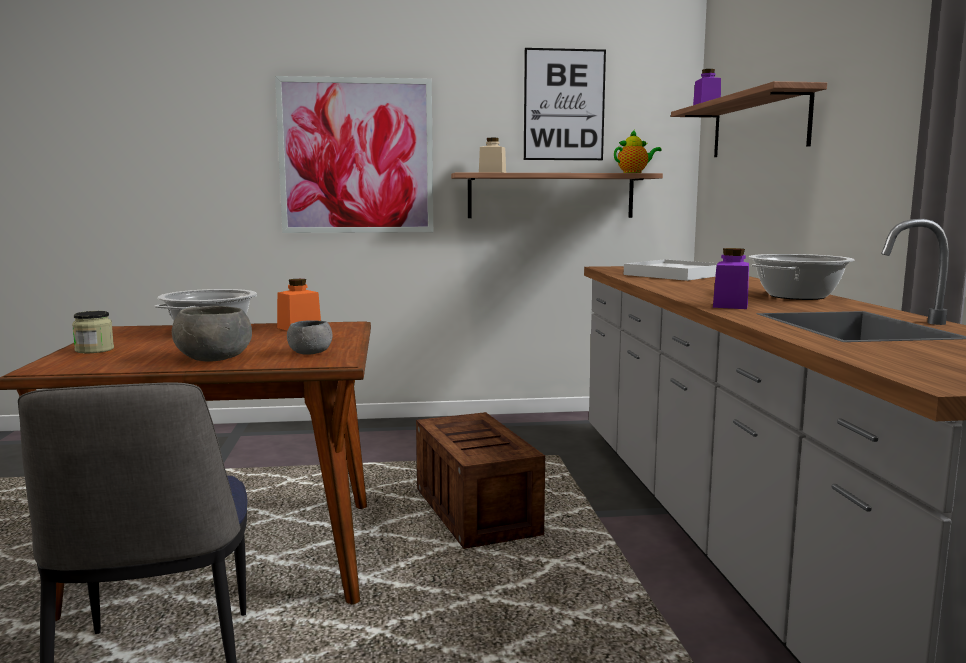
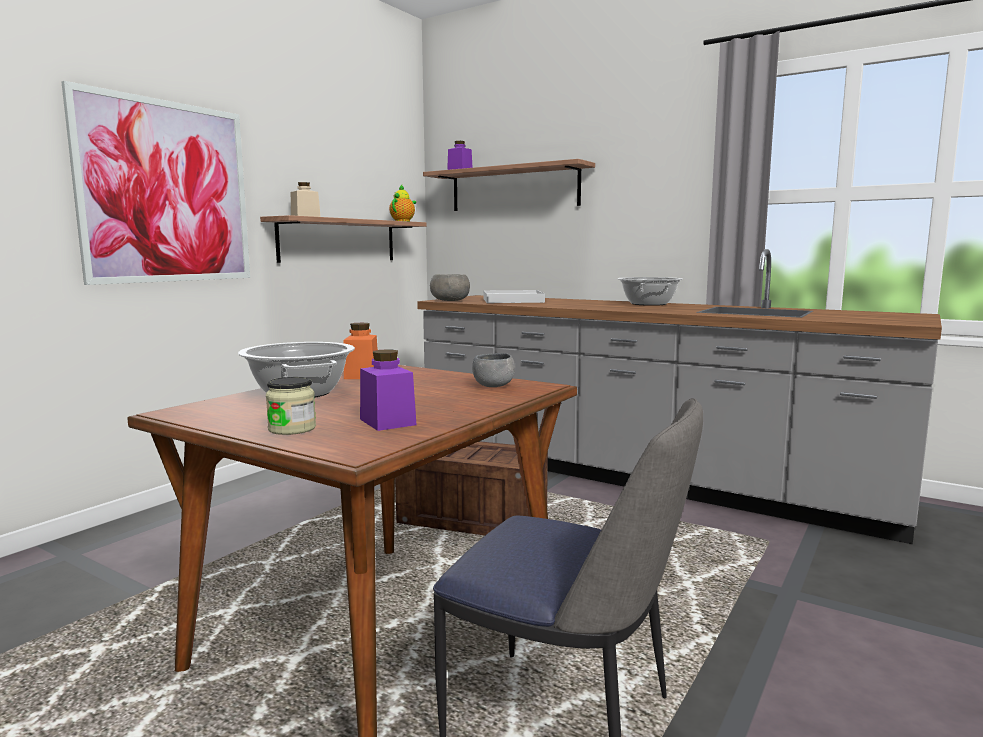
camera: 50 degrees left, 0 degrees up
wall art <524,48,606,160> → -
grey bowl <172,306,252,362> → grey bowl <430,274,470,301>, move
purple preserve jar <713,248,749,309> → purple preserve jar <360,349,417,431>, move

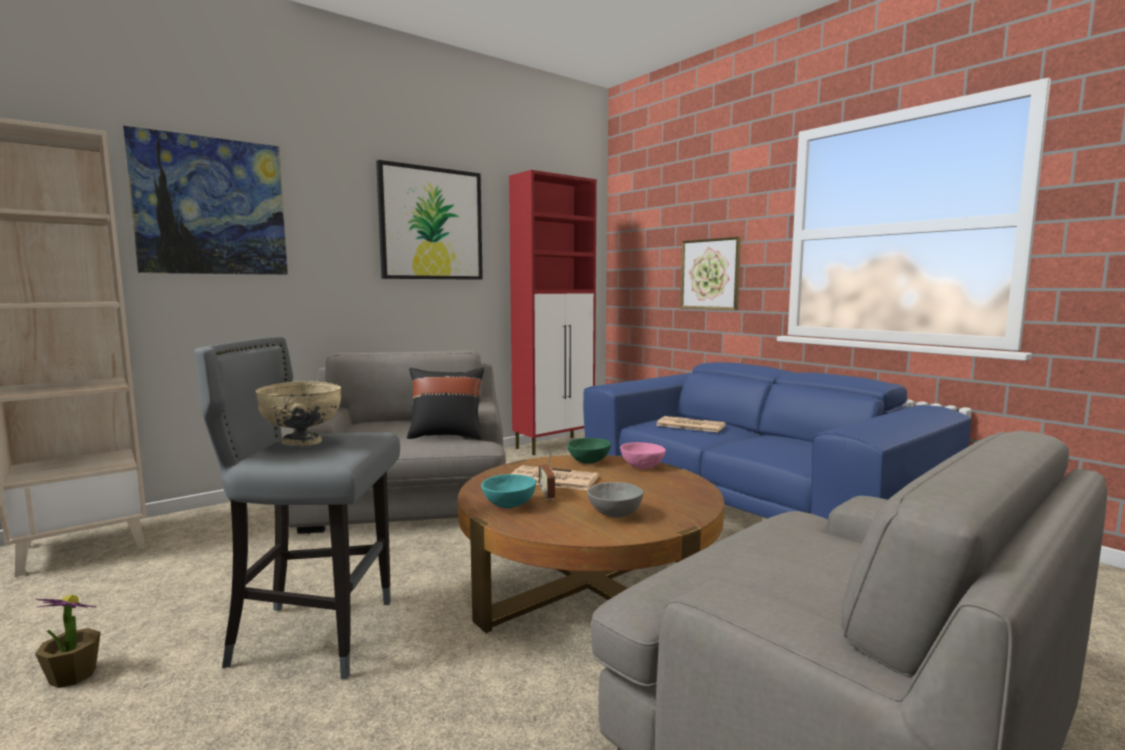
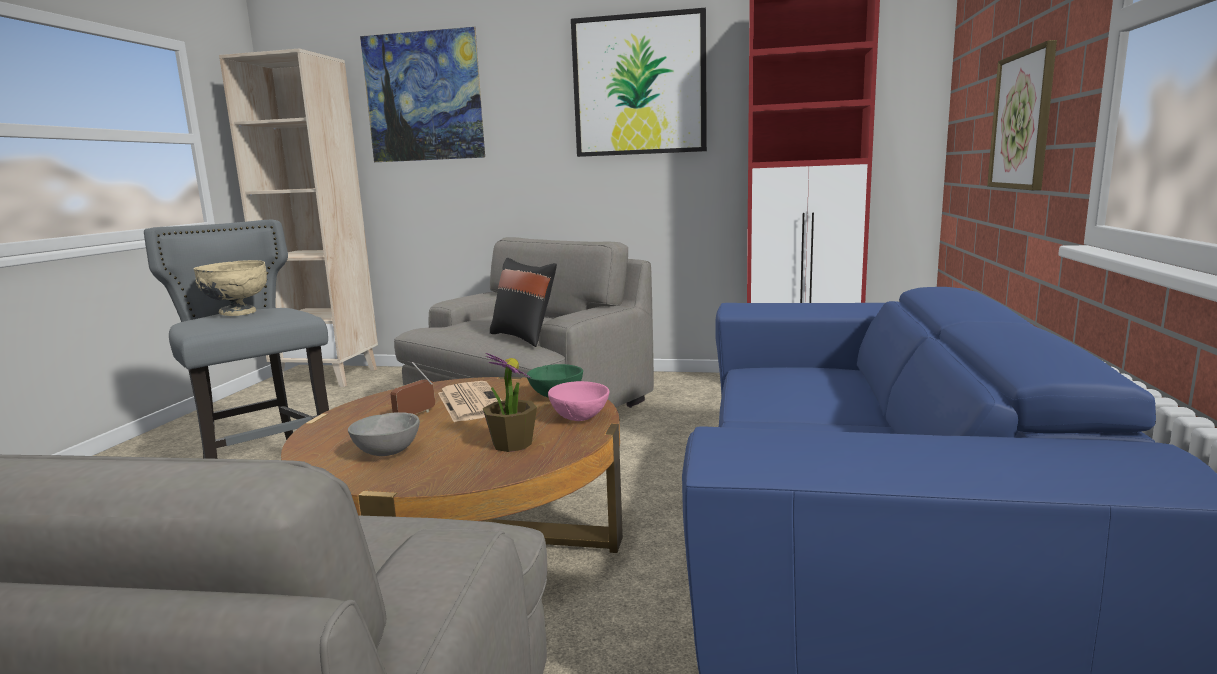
camera: 50 degrees right, 5 degrees up
turquoise bowl <481,474,536,508> → -
newspaper <656,416,726,432> → -
potted plant <35,595,101,688> → potted plant <483,353,537,452>, move

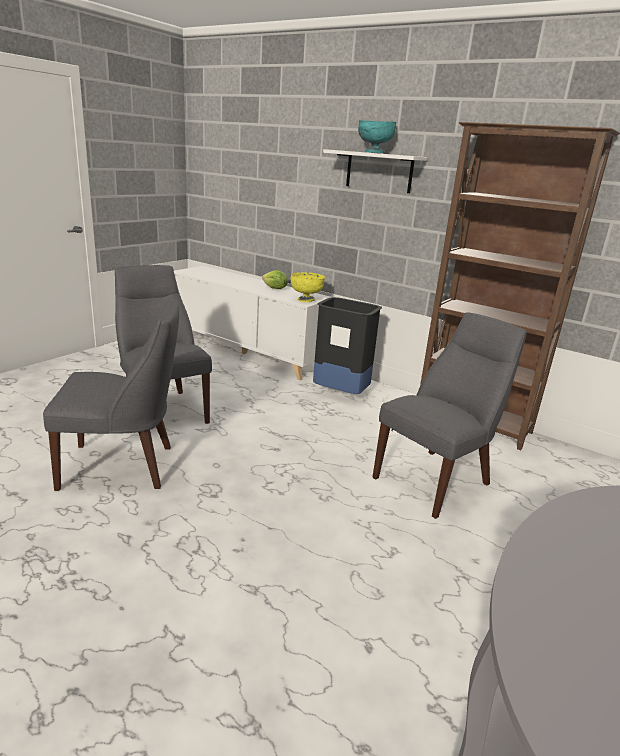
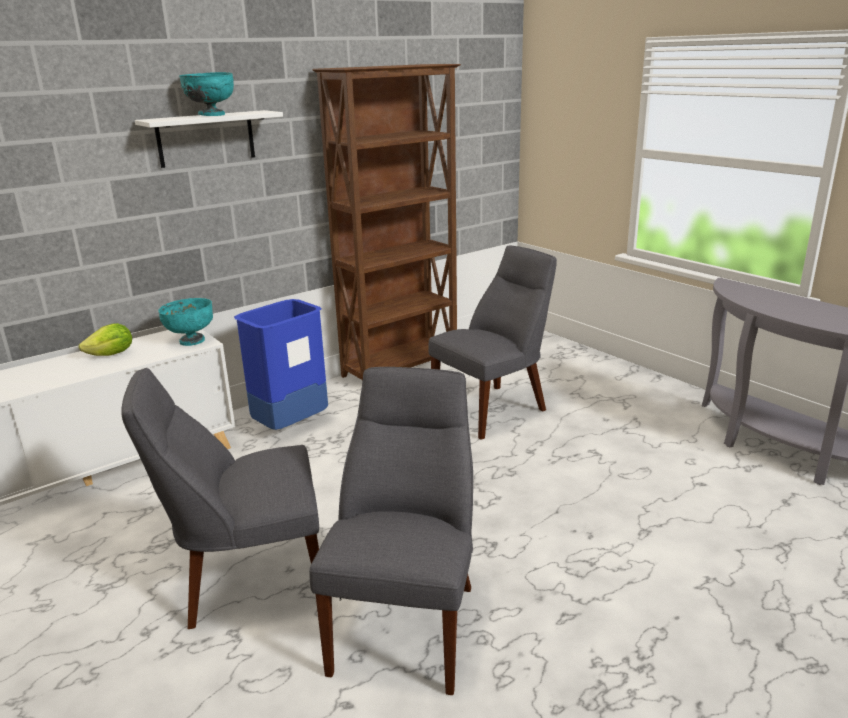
camera: 70 degrees left, 0 degrees up
yellow bowl <291,272,325,302> → turquoise bowl <158,298,213,346>
blackish trash can <313,297,382,394> → bluish trash can <234,299,328,430>
grey plain chair <373,312,527,519> → grey plain chair <428,246,557,440>, 75 degrees clockwise

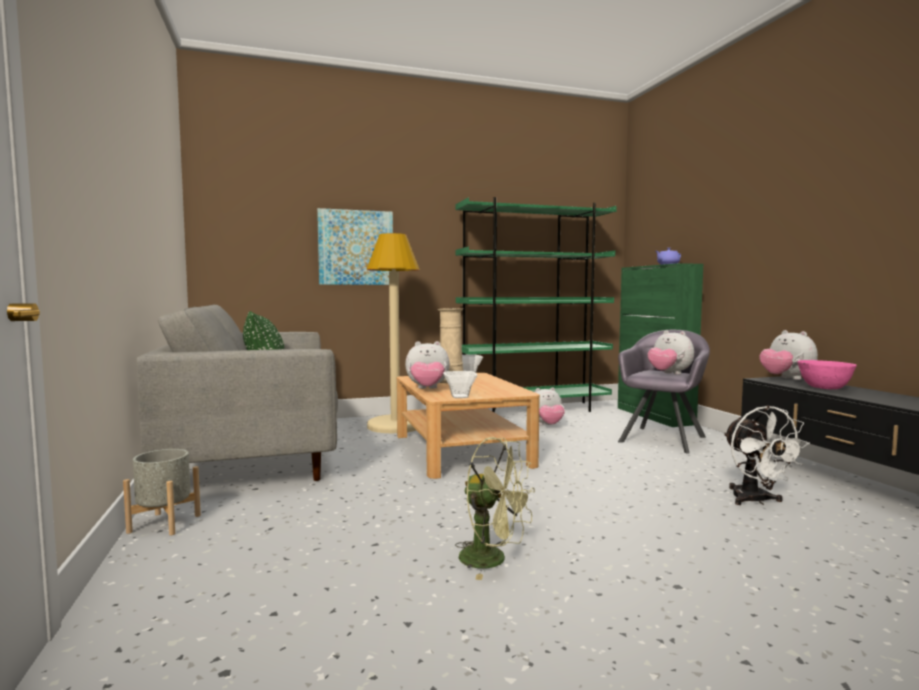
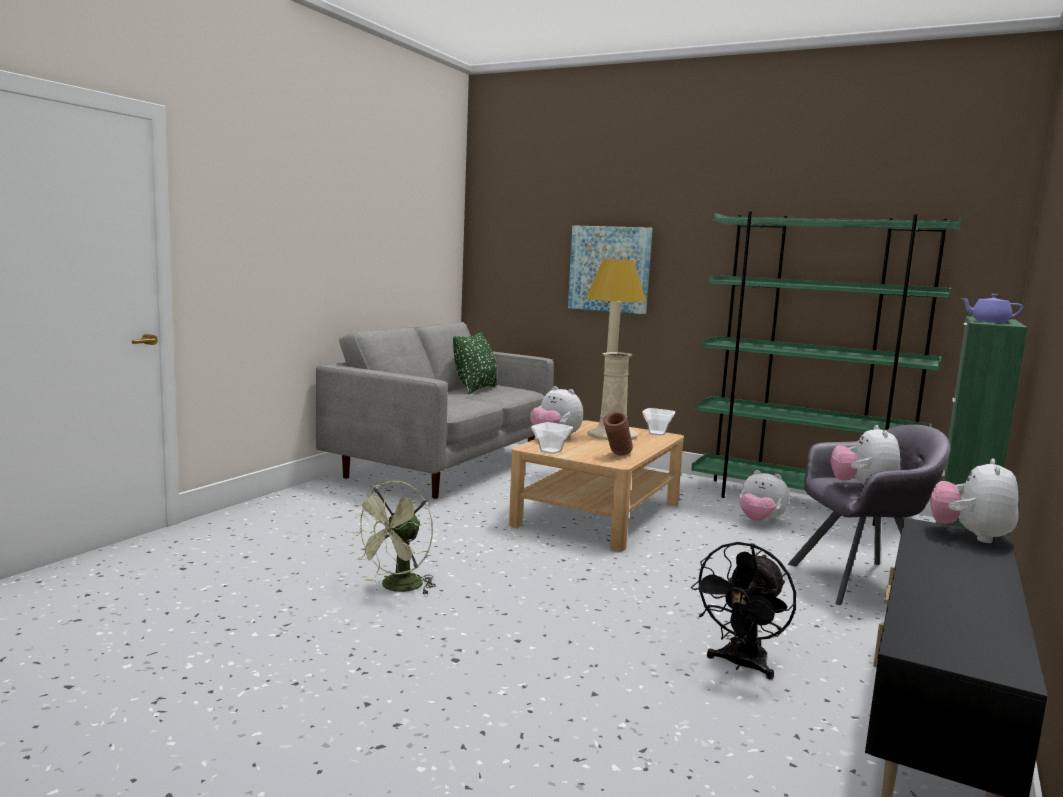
camera: 45 degrees right, 5 degrees up
grey plant pot <123,449,201,535> → -
pink bowl <797,360,857,389> → -
- → brown vase <603,411,633,455>
white fan <724,405,810,505> → blackish fan <691,542,796,679>
green fan <455,437,535,580> → green fan <350,481,436,595>, 45 degrees clockwise

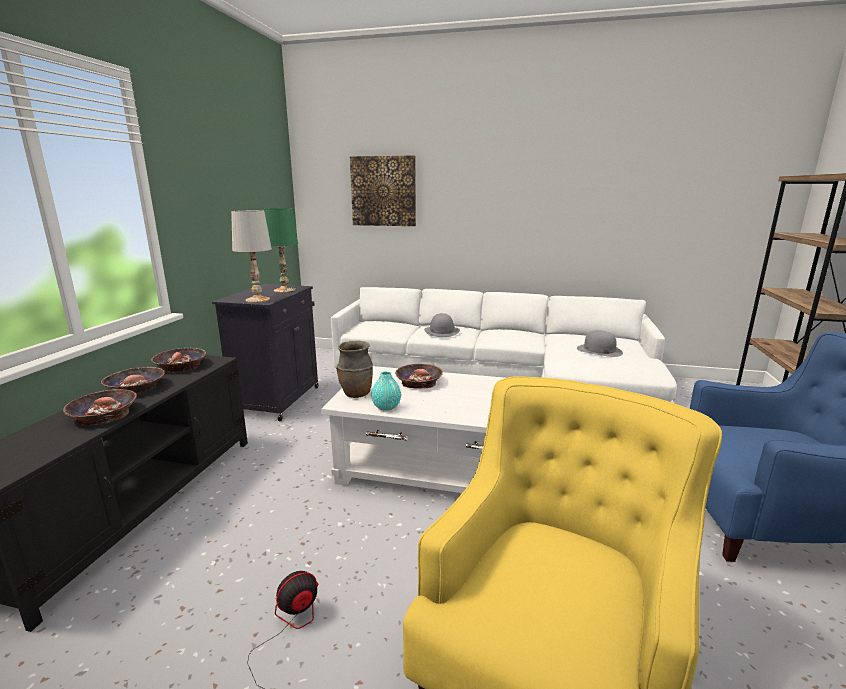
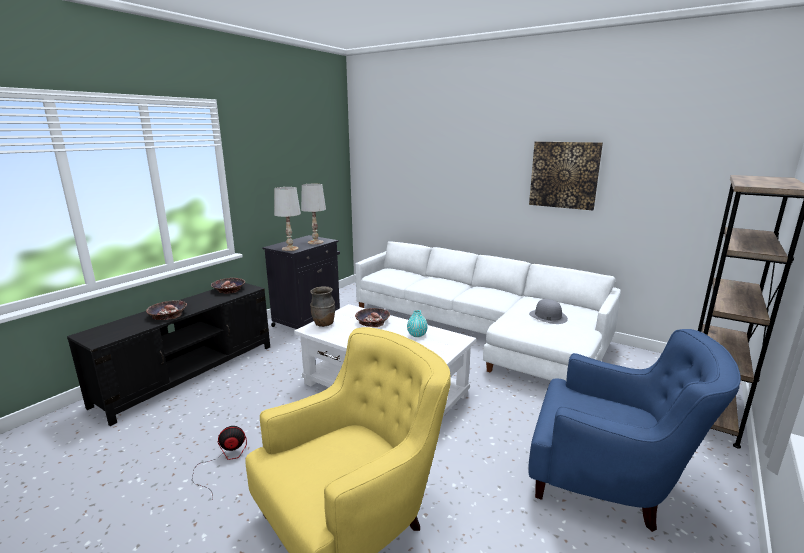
camera: 20 degrees right, 0 degrees up
bowl <101,367,165,393> → -
grey hat <424,313,460,337> → -
wall art <350,156,416,226> → wall art <529,142,603,210>, move
turquoise vase <371,371,401,411> → turquoise vase <407,310,428,337>, move
green tabletop lamp <263,208,298,293> → white tabletop lamp <301,184,326,244>

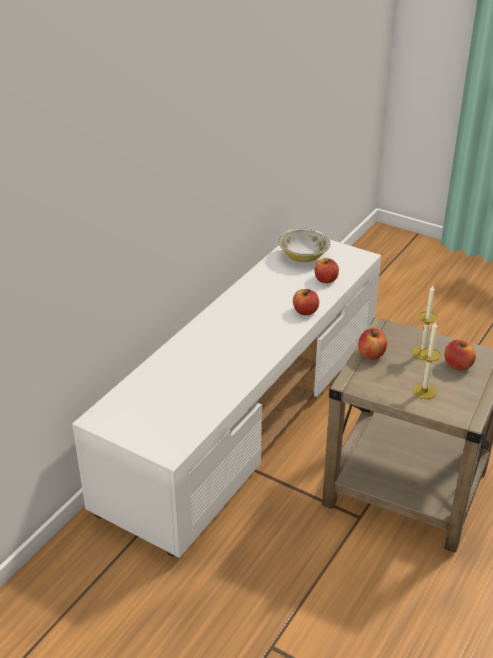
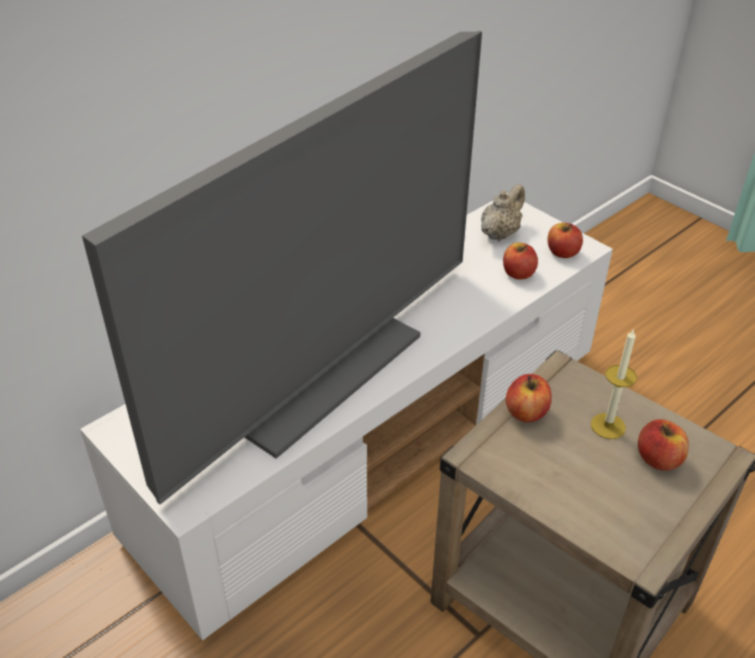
camera: 15 degrees right, 5 degrees up
wax light <413,321,441,399> → -
- → TV <82,31,482,505>
apple fruit <293,289,319,315> → apple fruit <548,223,583,258>, move
bowl <278,228,331,262> → sand-coloured pot for tea <481,184,525,241>

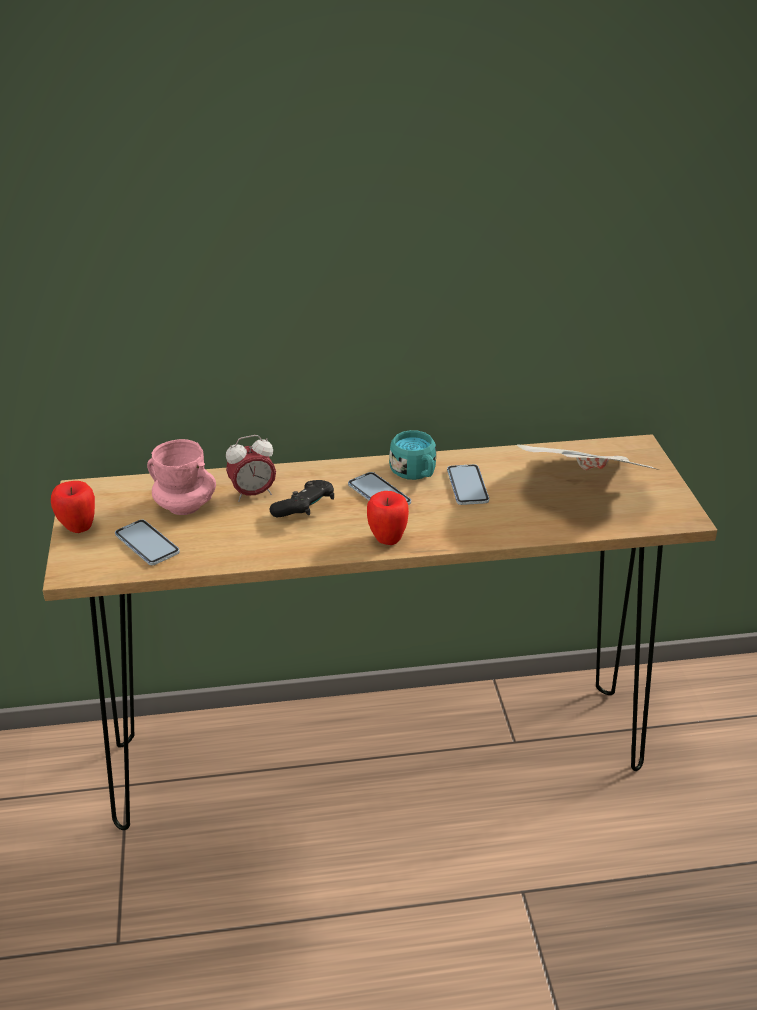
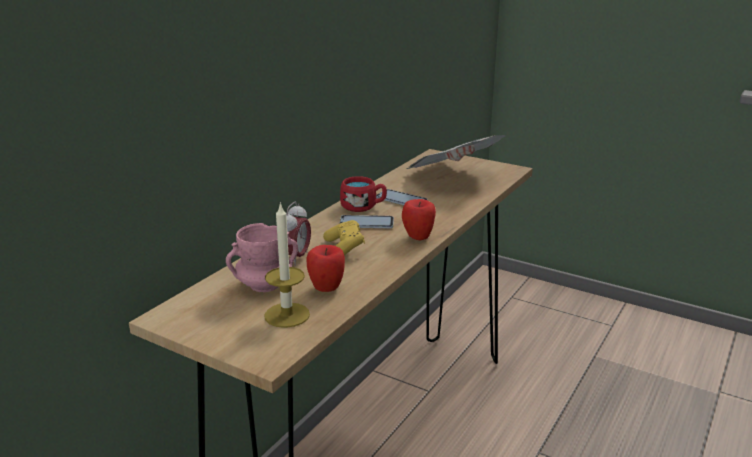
camera: 50 degrees left, 10 degrees down
apple fruit <51,481,95,533> → apple fruit <307,245,345,292>, move
phone <115,519,180,565> → wax light <264,202,310,328>
blackish game controller <270,480,334,517> → yellow game controller <323,220,365,255>
turquoise tea mug <389,430,436,480> → red tea mug <340,176,387,212>

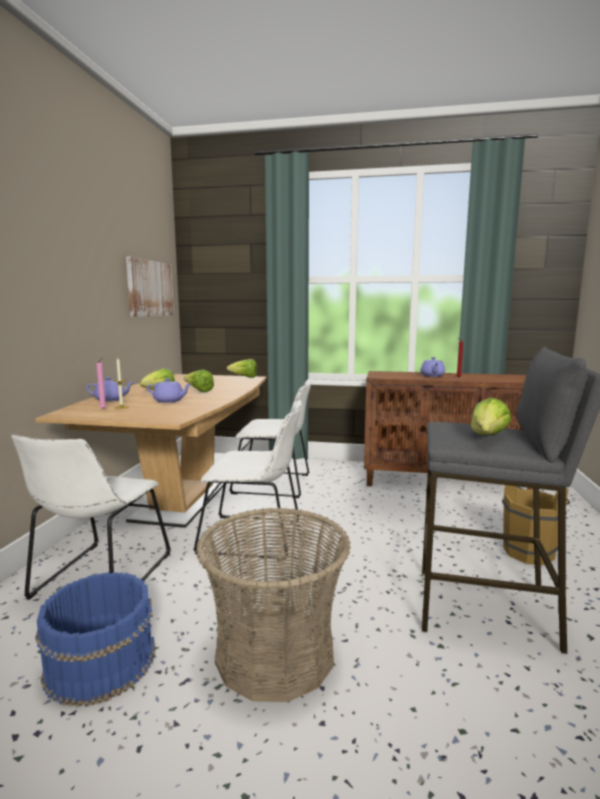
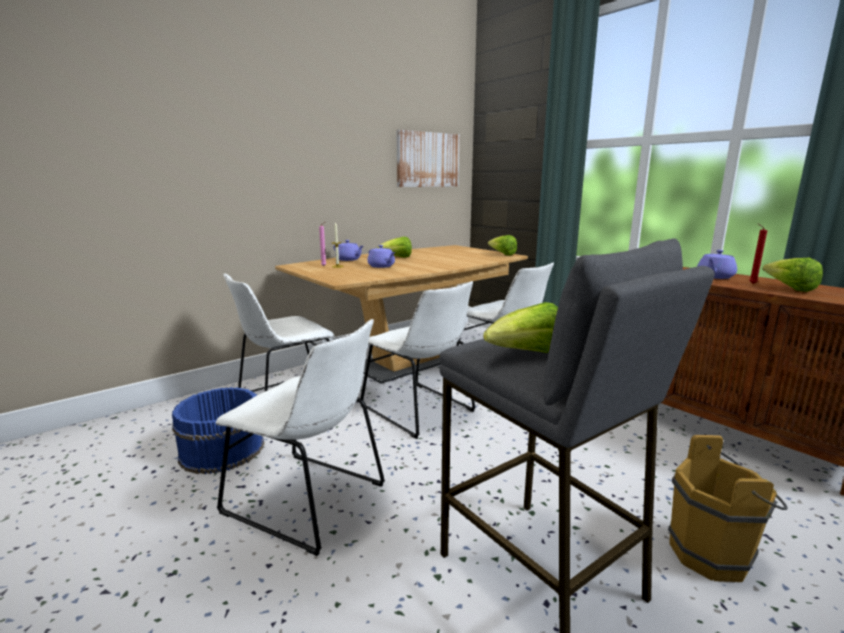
camera: 40 degrees right, 5 degrees up
head of lettuce <183,369,214,392> → head of lettuce <762,258,823,292>, move
storage basket <196,508,351,702> → white plain chair <216,319,385,556>

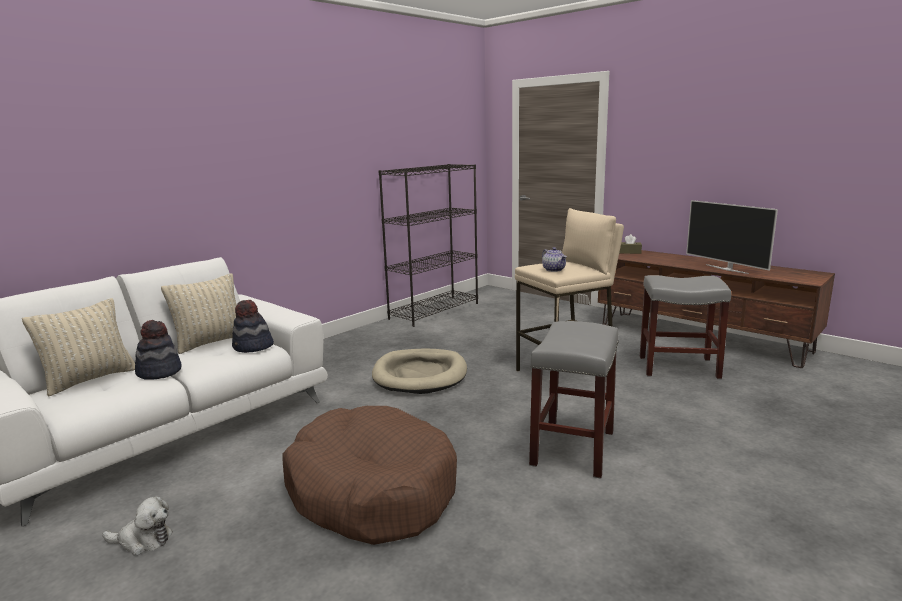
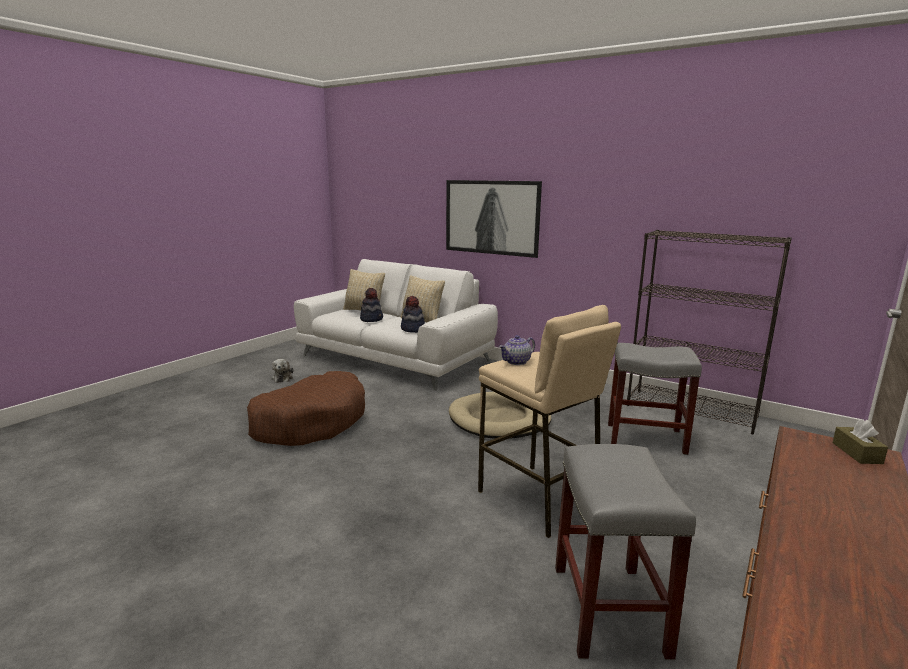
camera: 80 degrees right, 0 degrees up
TV <686,200,778,274> → -
- → wall art <446,180,542,258>
grey stool seat <529,321,619,479> → grey stool seat <608,343,702,455>, move

